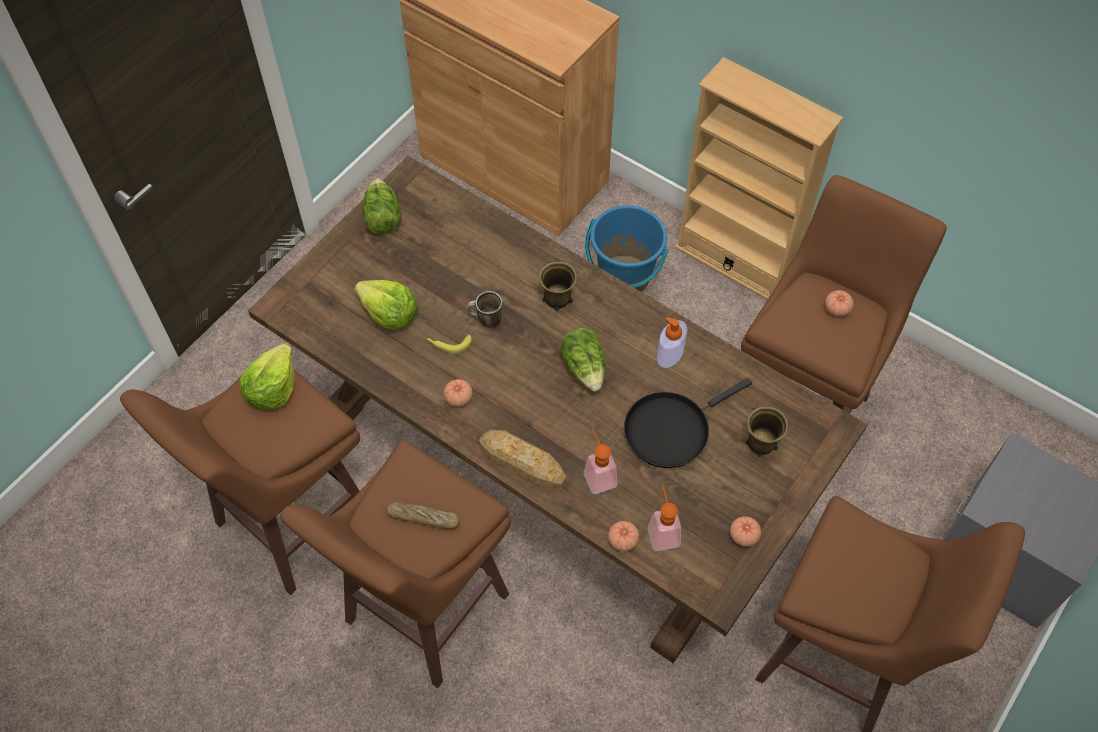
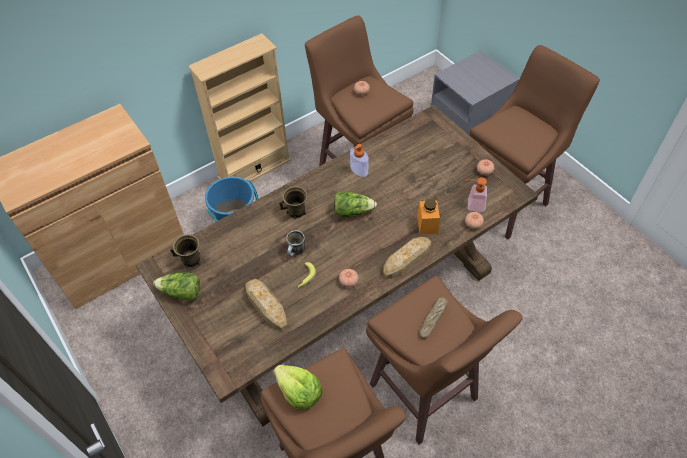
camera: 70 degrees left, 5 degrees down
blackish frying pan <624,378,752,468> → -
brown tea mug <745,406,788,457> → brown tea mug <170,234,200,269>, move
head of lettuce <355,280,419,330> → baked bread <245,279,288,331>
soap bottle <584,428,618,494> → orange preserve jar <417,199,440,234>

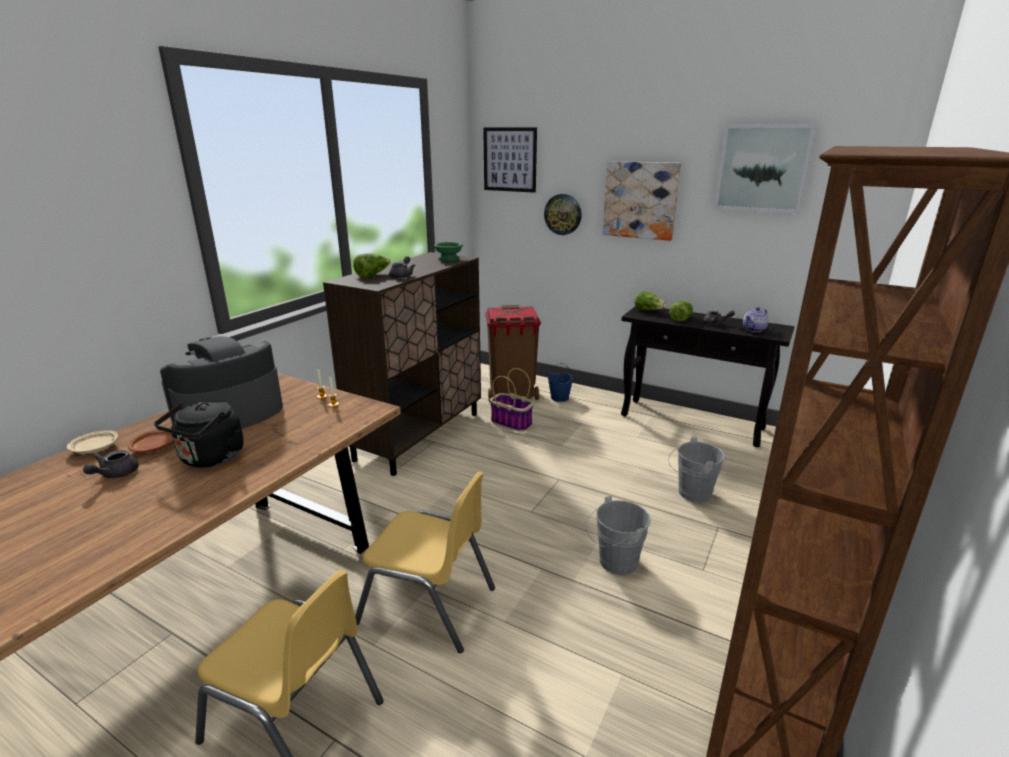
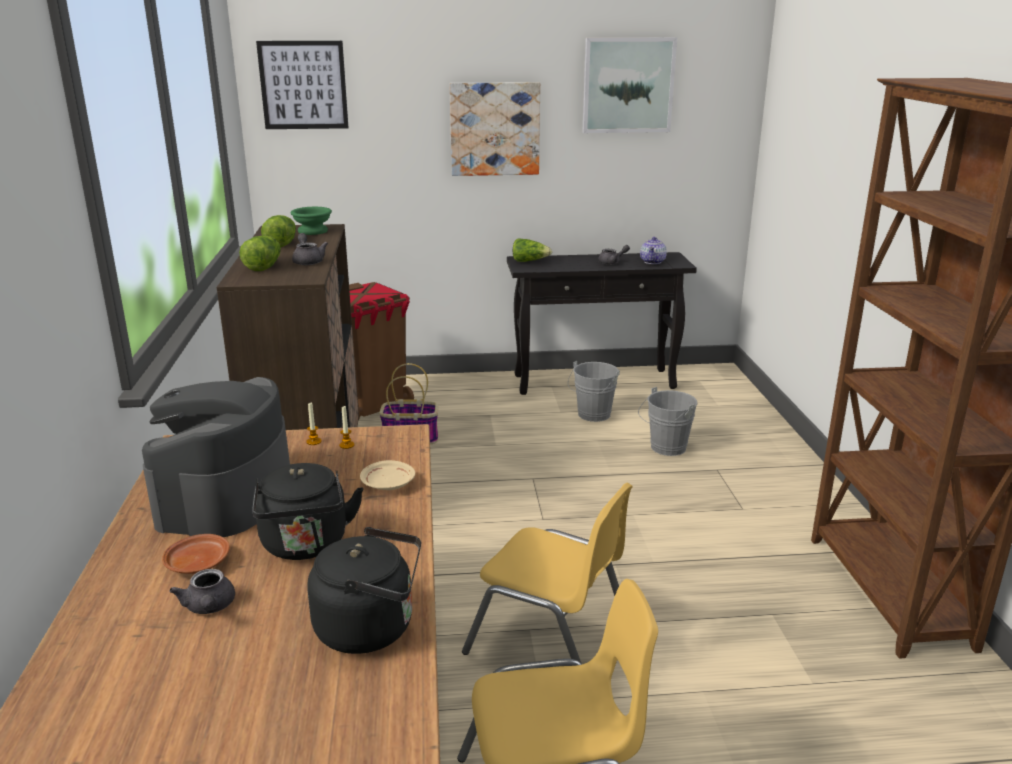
camera: 35 degrees left, 0 degrees up
clock on the wall <544,194,582,235> → -
bluish water bucket <548,363,574,402> → -
- → blackish tea kettle <307,527,421,654>
sand-coloured dinner plate <67,430,118,454> → sand-coloured dinner plate <360,460,415,490>, move
grey water bucket <585,496,651,575> → grey water bucket <568,361,620,422>, move
head of lettuce <669,301,693,322> → head of lettuce <261,215,296,247>, move
yellow plain chair <355,471,495,653> → yellow plain chair <462,483,633,664>, 45 degrees clockwise

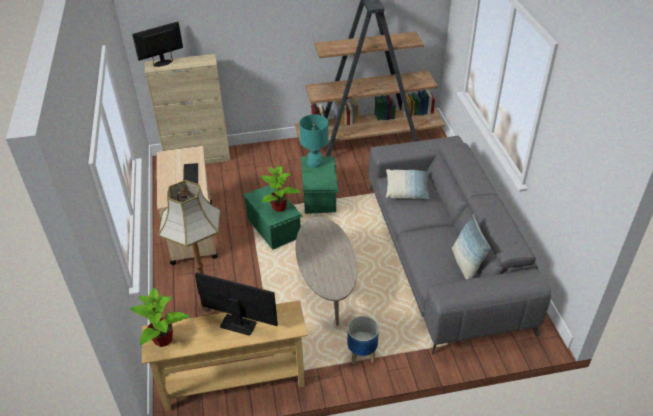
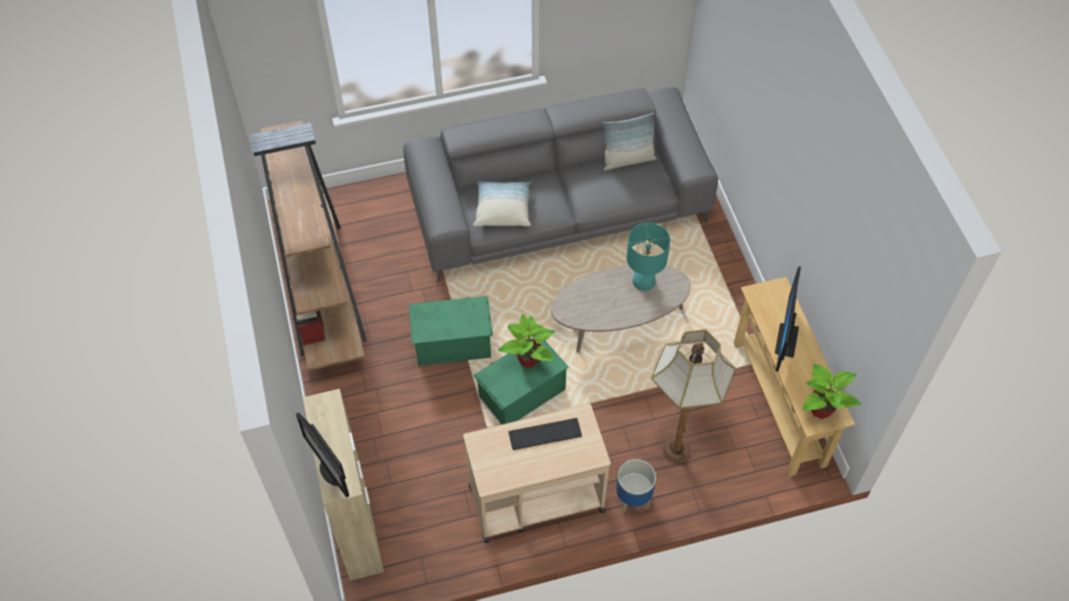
camera: 95 degrees left, 15 degrees up
turquoise tabletop lamp <299,114,329,168> → turquoise tabletop lamp <626,223,670,291>, move
plant pot <347,316,379,364> → plant pot <616,459,656,513>, move

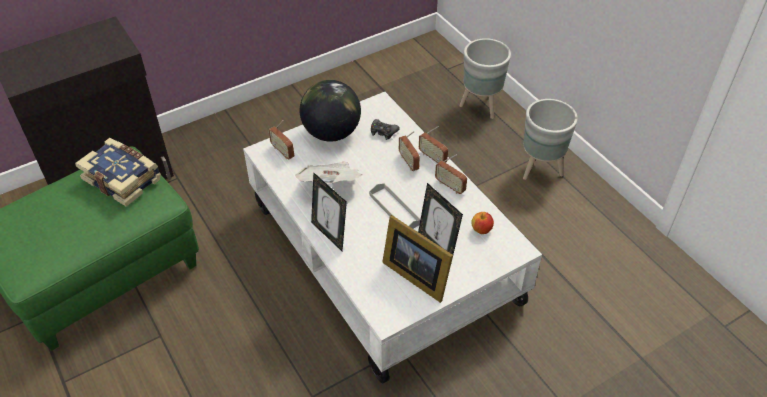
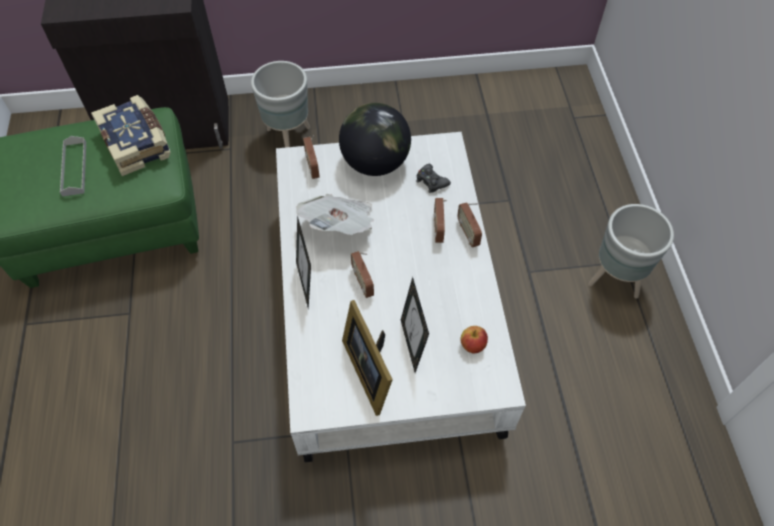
camera: 25 degrees right, 10 degrees up
grey carrying tray <369,183,420,229> → grey carrying tray <60,136,86,197>, move
radio receiver <435,154,467,194> → radio receiver <351,251,374,298>, move
grey plant pot <459,38,511,119> → grey plant pot <251,61,310,148>, move

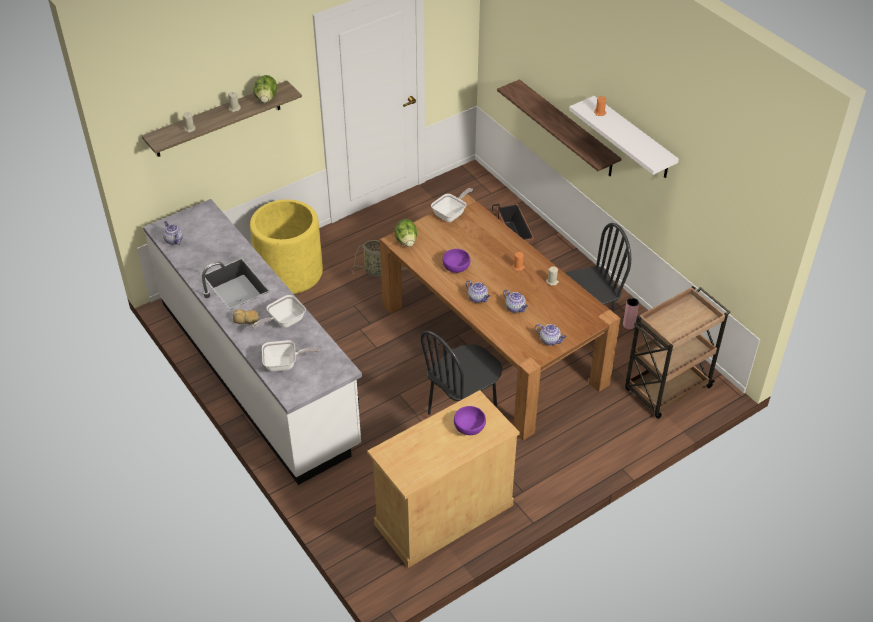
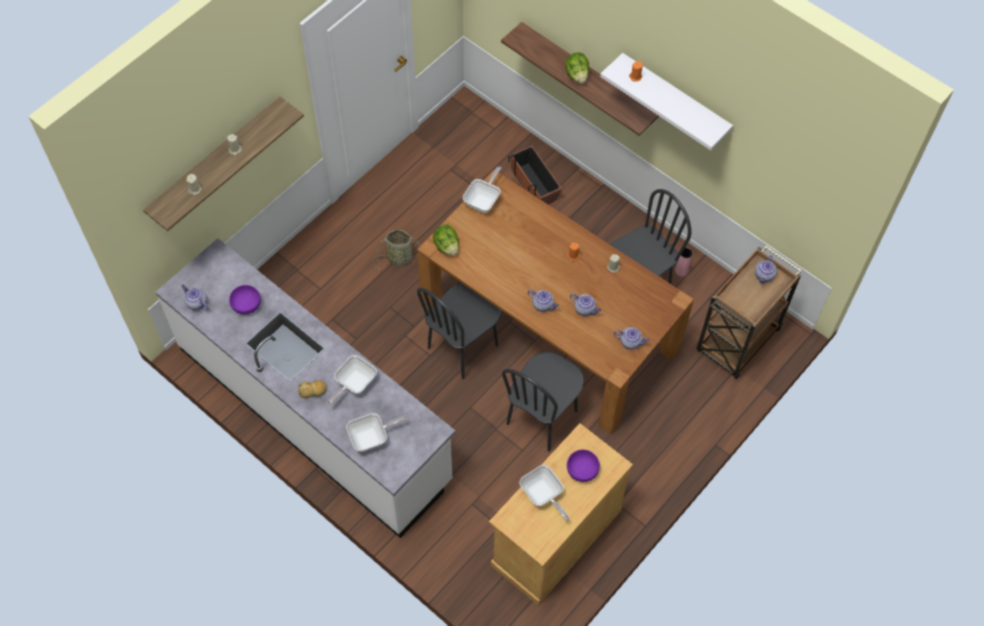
camera: 15 degrees left, 15 degrees up
yellow plant pot <250,199,323,294> → -
- → blackish plain chair <417,283,501,379>
- → frying pan <519,465,569,521>
- → pot for tea <755,255,777,284>
head of lettuce <253,75,277,103> → head of lettuce <565,52,589,84>, move
purple bowl <443,249,470,273> → purple bowl <229,285,261,314>, move

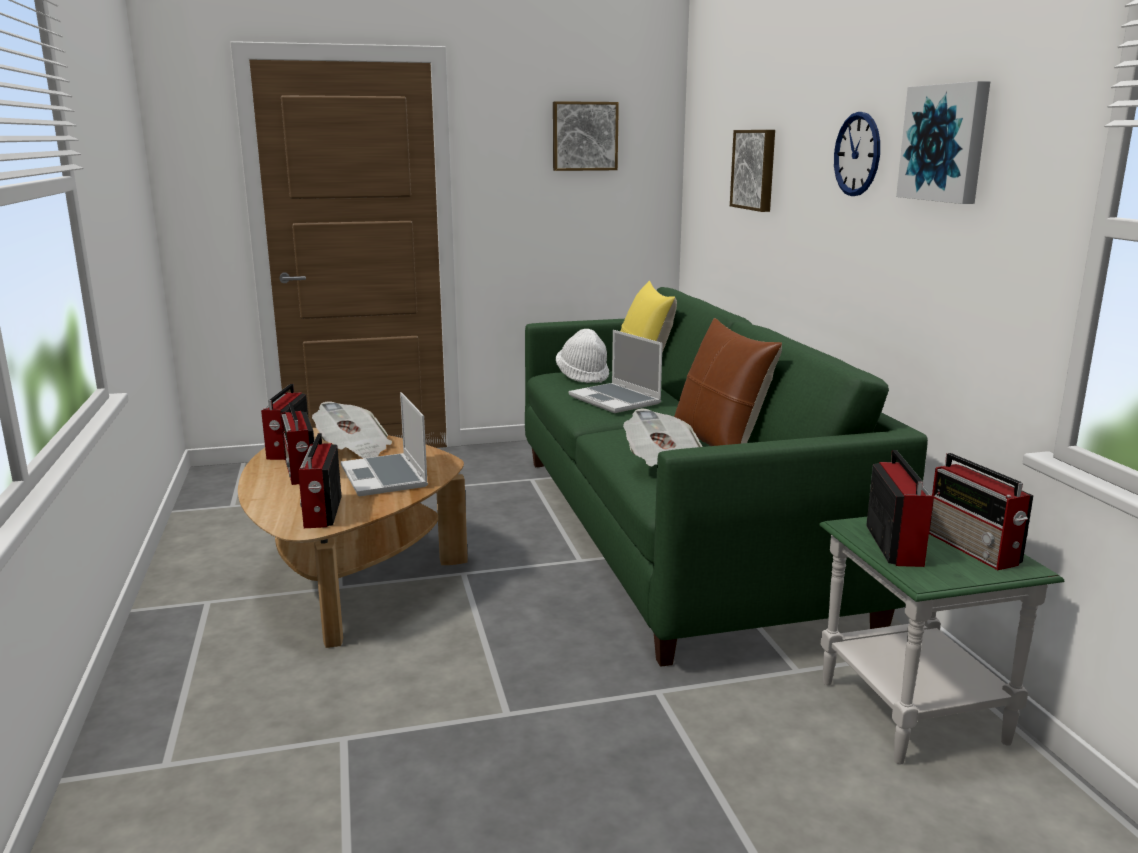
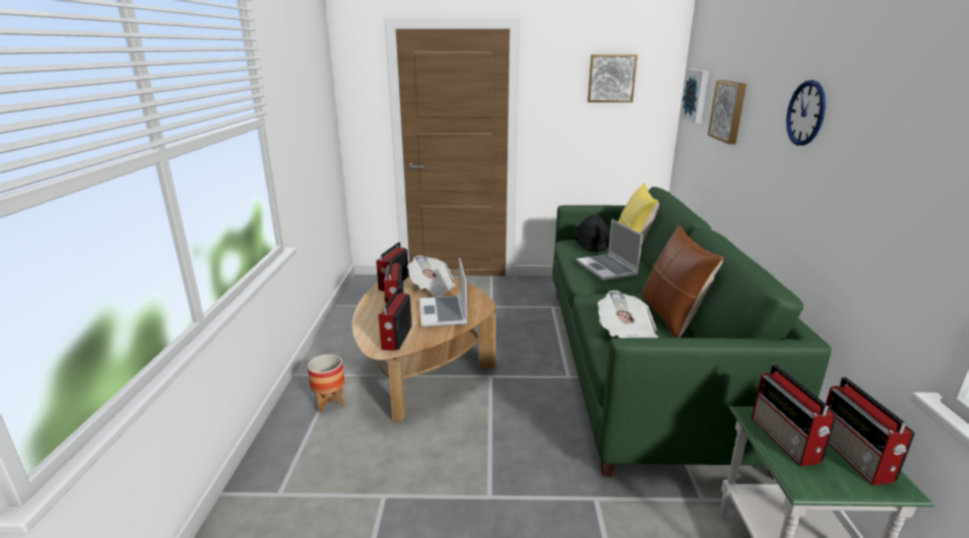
camera: 15 degrees right, 5 degrees up
- → plant pot <307,354,345,412>
wall art <896,81,990,204> → wall art <680,69,709,123>, move
white hat <556,329,609,383> → blackish hat <574,215,609,252>
radio receiver <866,450,933,567> → radio receiver <751,364,837,467>, 150 degrees clockwise

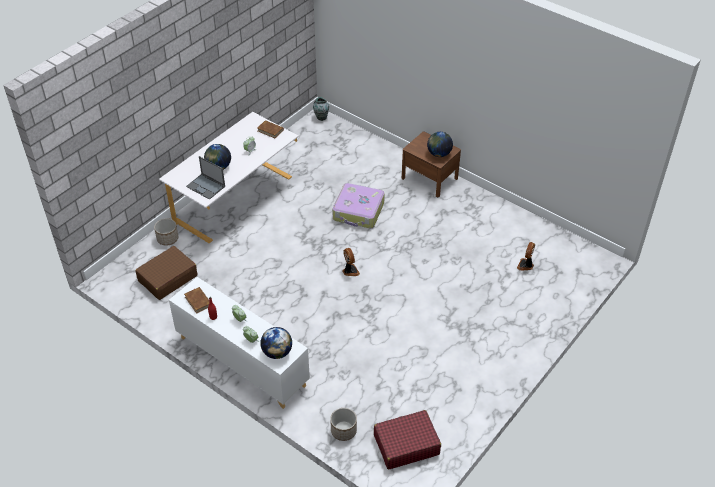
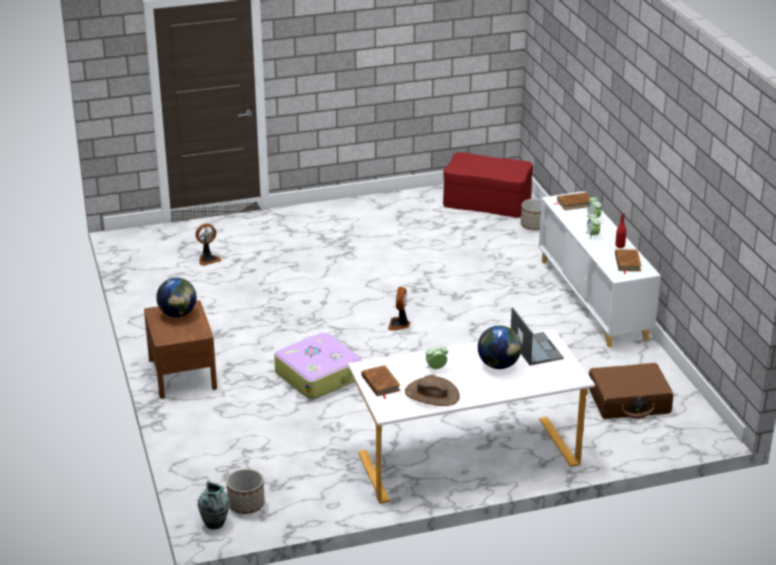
camera: 145 degrees left, 15 degrees down
- → brown hat <405,375,460,406>
plant pot <154,218,179,246> → plant pot <226,469,265,514>, move
world globe <261,327,292,359> → brown bound book <555,192,590,210>
red piece of luggage <374,410,441,470> → red ottoman <443,152,533,218>

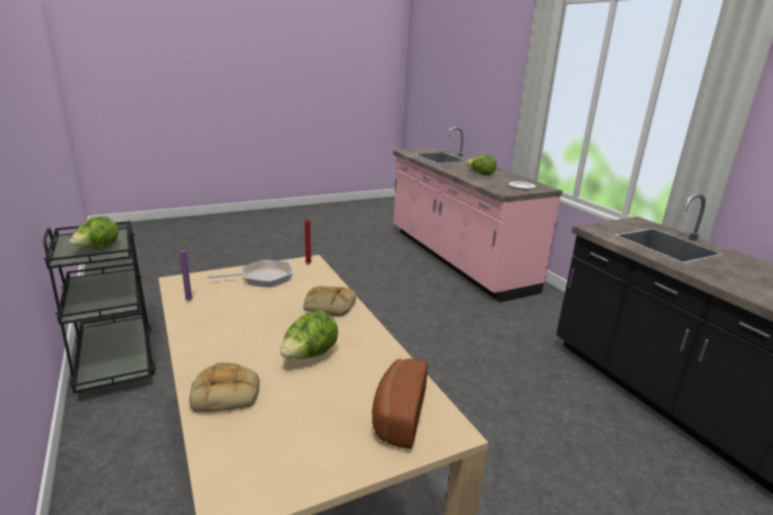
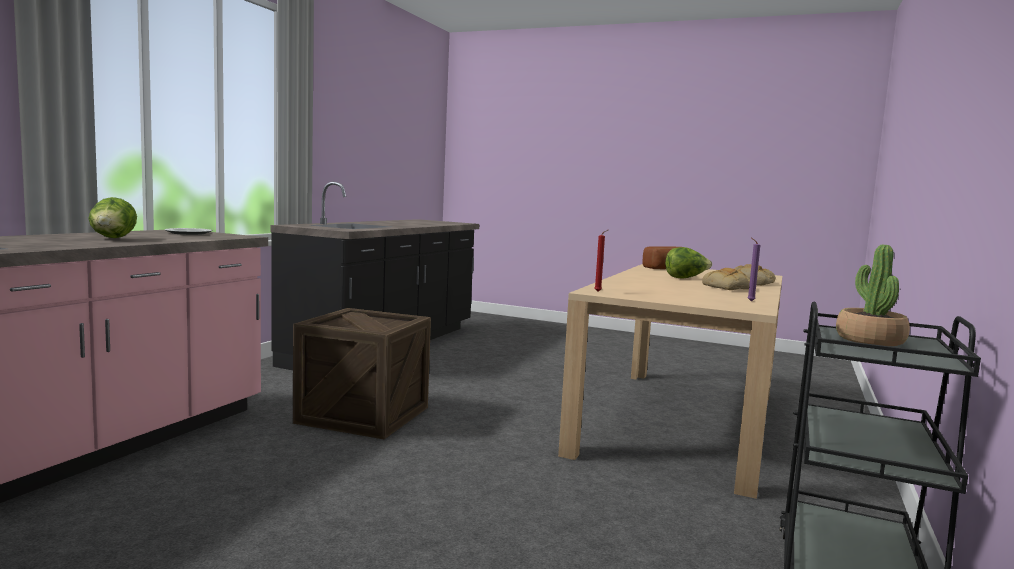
camera: 130 degrees left, 15 degrees down
frying pan <208,259,293,287> → -
- → crate <293,308,431,439>
baked bread <303,286,356,317> → baked bread <702,268,750,290>, move
head of lettuce <69,216,119,248> → potted plant <836,245,910,346>

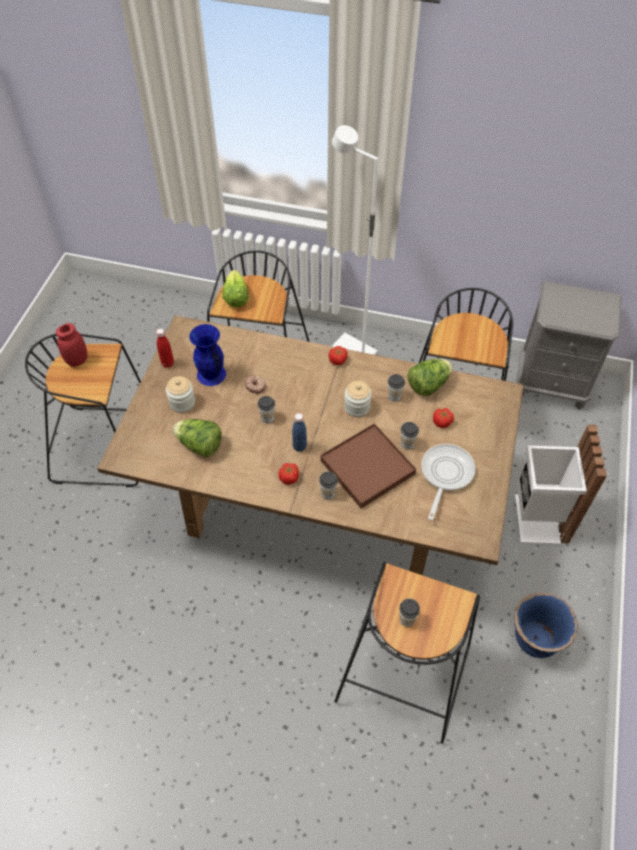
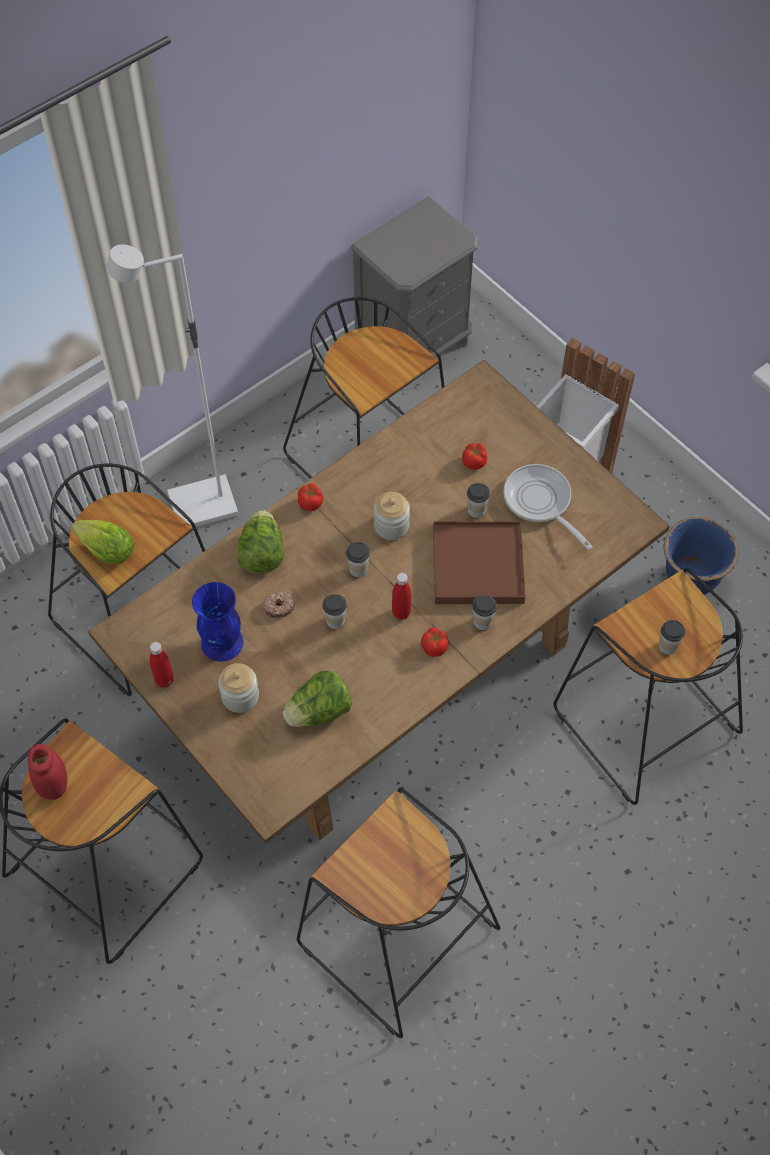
camera: 55 degrees left, 5 degrees up
- → blackish stool seat <297,788,501,1038>
drinking cup <388,374,405,402> → drinking cup <346,542,370,577>, move
head of lettuce <408,359,453,396> → head of lettuce <237,510,284,573>, move
bluish bottle <292,413,307,452> → red bottle <392,573,411,620>

